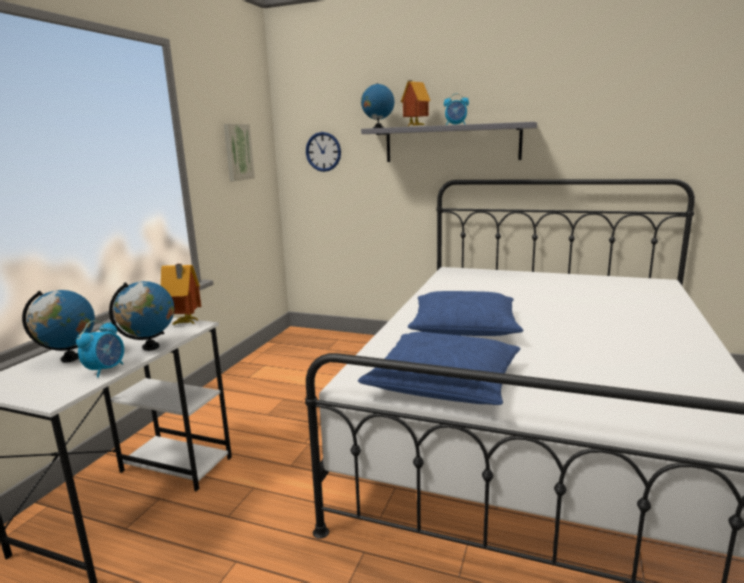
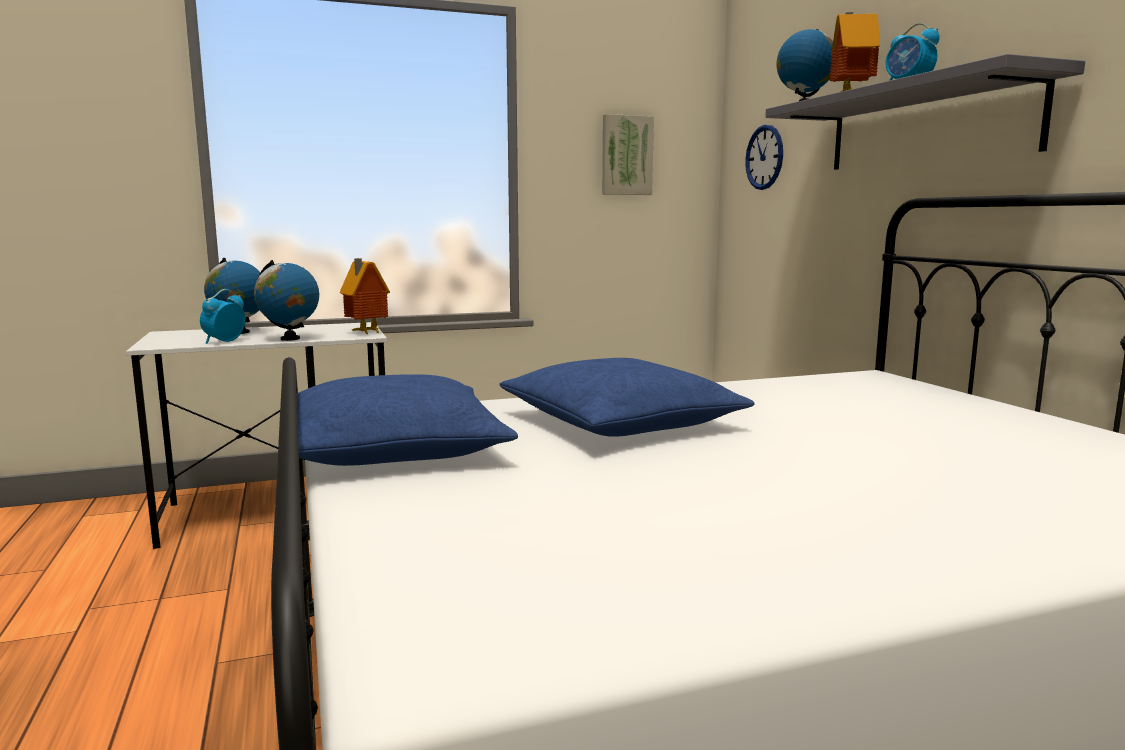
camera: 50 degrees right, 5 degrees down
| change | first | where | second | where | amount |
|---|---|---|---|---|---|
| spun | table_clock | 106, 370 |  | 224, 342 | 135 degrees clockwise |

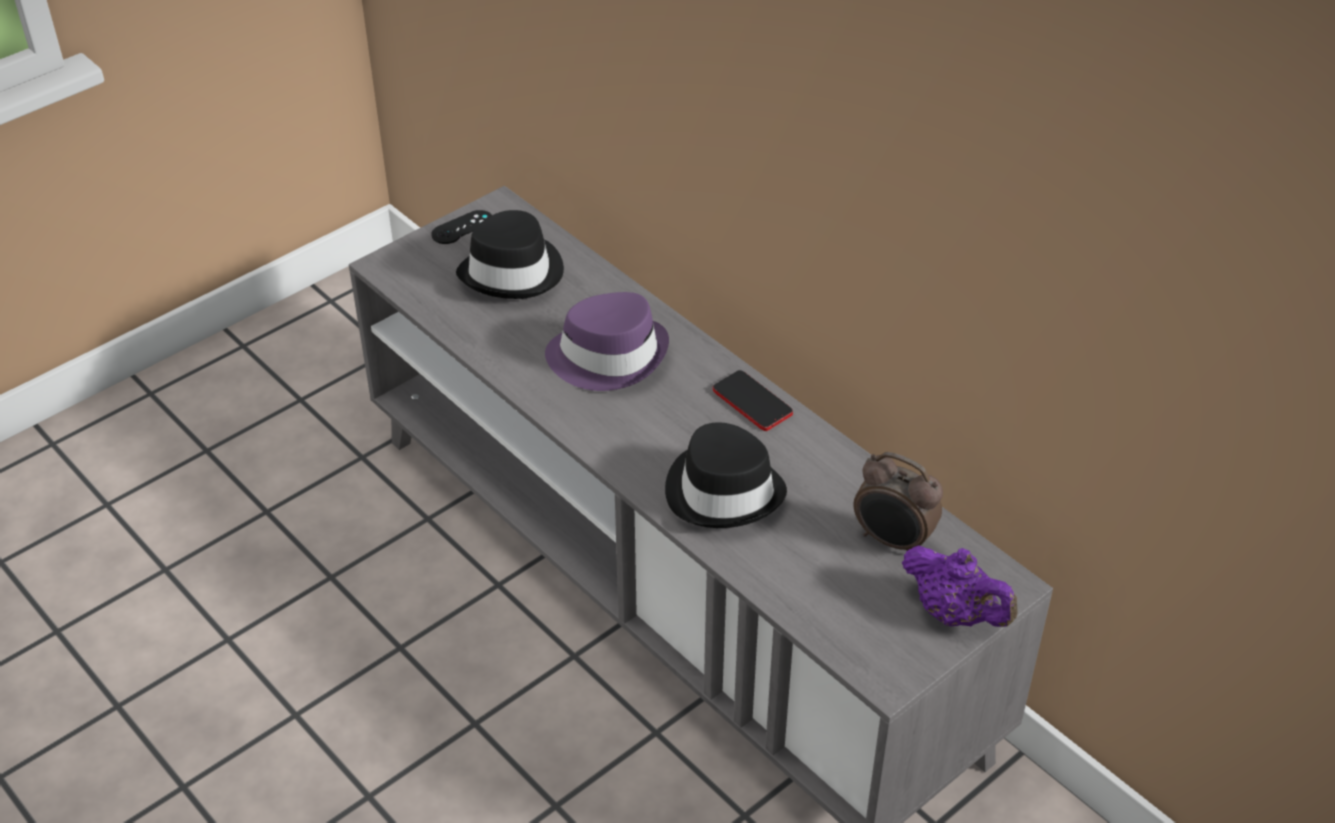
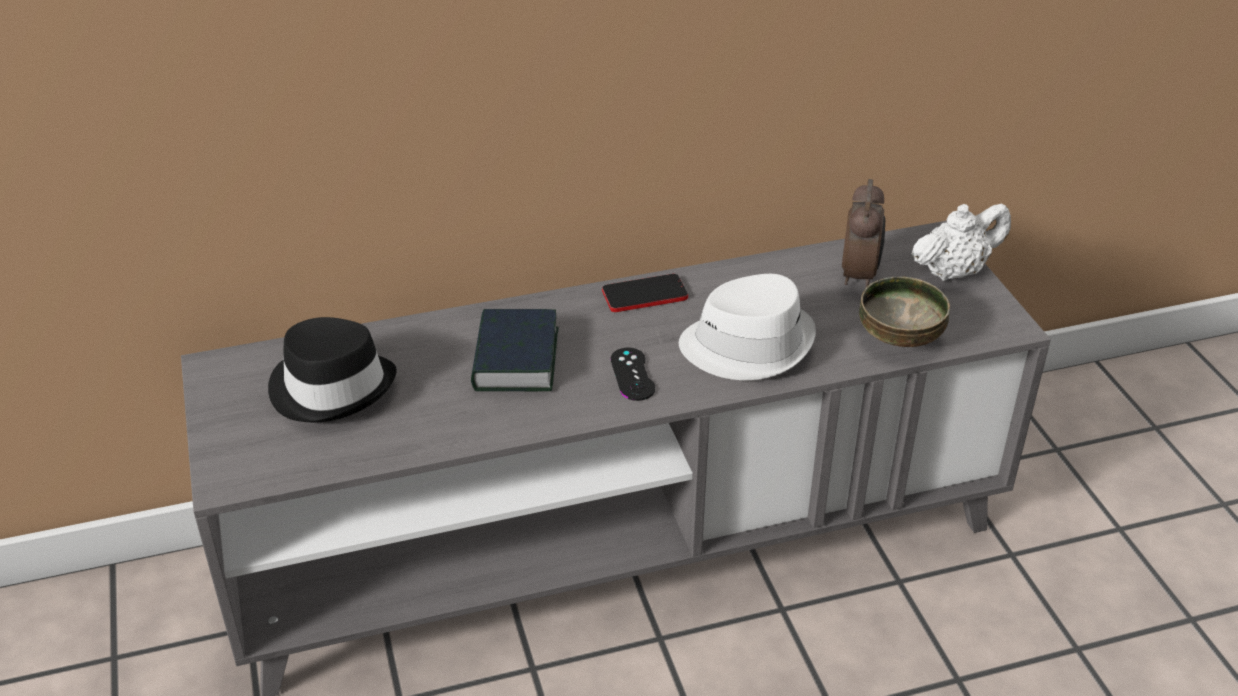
camera: 65 degrees left, 5 degrees down
| change | first | where | second | where | amount |
|---|---|---|---|---|---|
| relocated | black-coloured_joypad | 462, 227 |  | 632, 374 |  |
| exchanged | purple-coloured_wearable_hat | 608, 356 | volume | 515, 360 |  |
| colour | black-coloured_wearable_hat | 724, 491 | white-coloured_wearable_hat | 747, 344 |  |
| spun | table_clock | 892, 541 |  | 859, 275 | 45 degrees counterclockwise |
| colour | purple-coloured_pot_for_tea | 955, 613 | white-coloured_pot_for_tea | 954, 271 |  |
| appeared |  |  | deep_dish | 901, 337 |  |

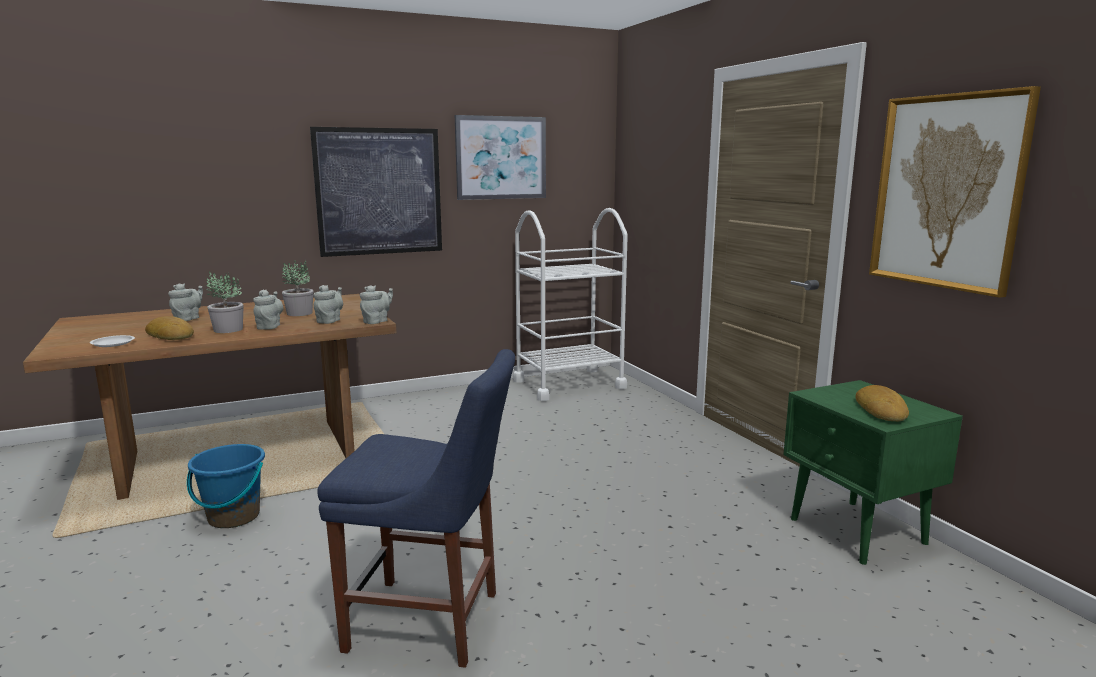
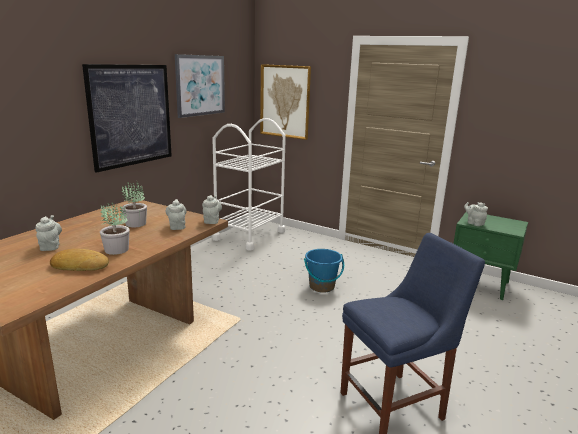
camera: 35 degrees left, 5 degrees up
| change | first | where | second | where | amount |
|---|---|---|---|---|---|
| missing | white-coloured_plate | 112, 343 |  |  |  |
| relocated | bluish_bucket | 233, 517 |  | 322, 287 |  |
| relocated | greyish_pot_for_tea | 269, 326 |  | 474, 223 |  |
| missing | bread | 882, 410 |  |  |  |
| relocated | picture | 947, 192 |  | 285, 101 |  |

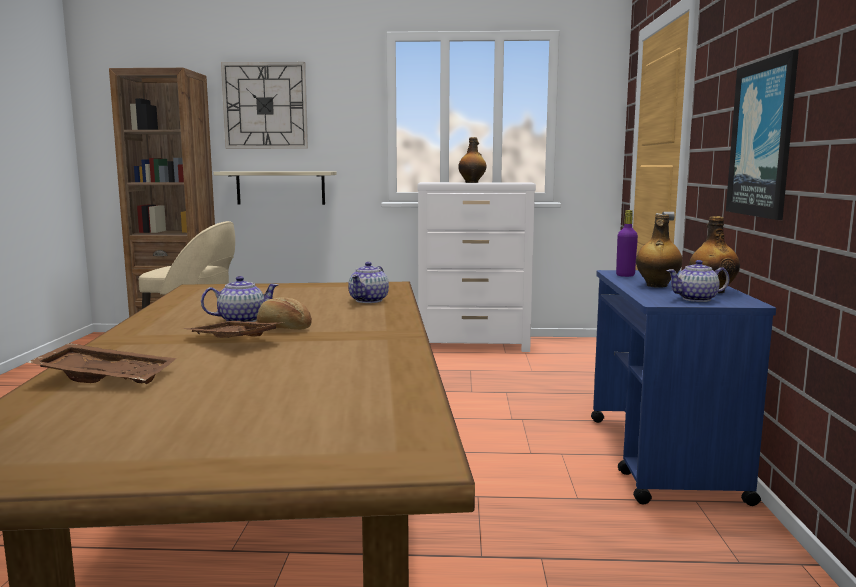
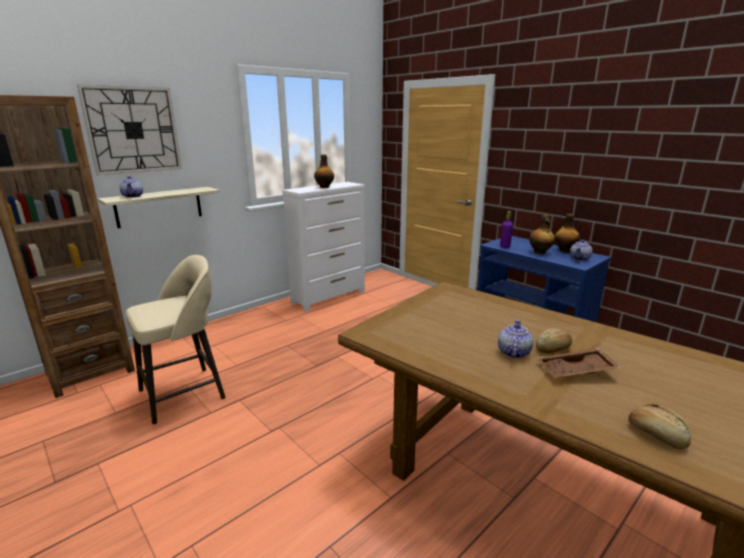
camera: 45 degrees left, 10 degrees up
| change | first | where | second | where | amount |
|---|---|---|---|---|---|
| exchanged | brownish_serving_tray | 107, 377 | bread | 656, 434 |  |
| relocated | pot_for_tea | 369, 300 |  | 133, 196 |  |
| missing | picture | 762, 139 |  |  |  |

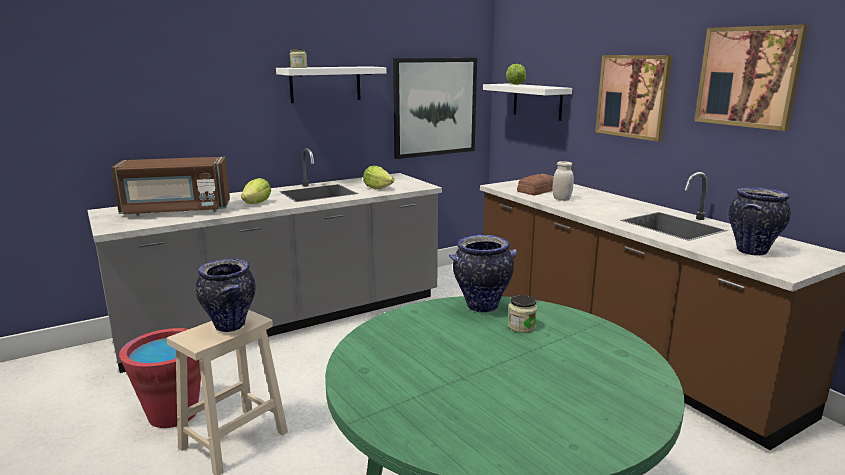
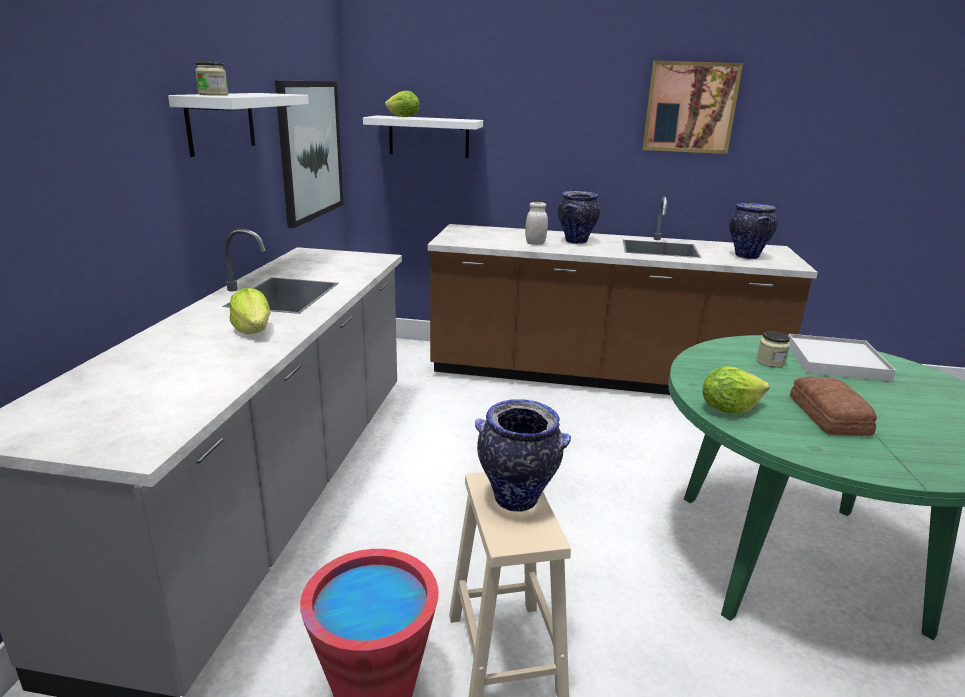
camera: 50 degrees left, 5 degrees up
| change | first | where | second | where | amount |
|---|---|---|---|---|---|
| missing | brownish_kitchen_microwave | 176, 211 |  |  |  |
| relocated | lettuce_head | 377, 188 |  | 728, 409 |  |
| relocated | decorative_vase | 481, 307 |  | 576, 241 |  |
| relocated | bread | 537, 190 |  | 827, 416 |  |
| missing | picture | 633, 96 |  |  |  |
| appeared |  |  | white-coloured_serving_tray | 836, 362 |  |

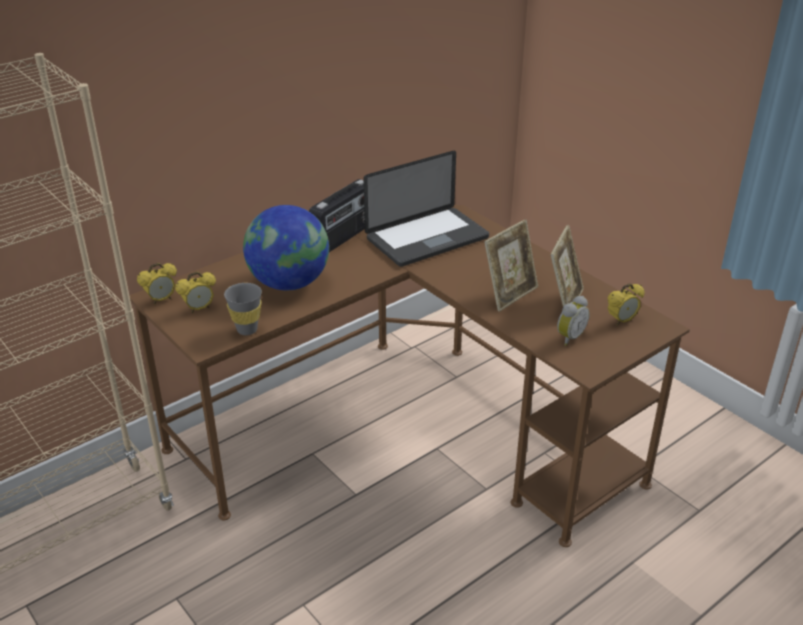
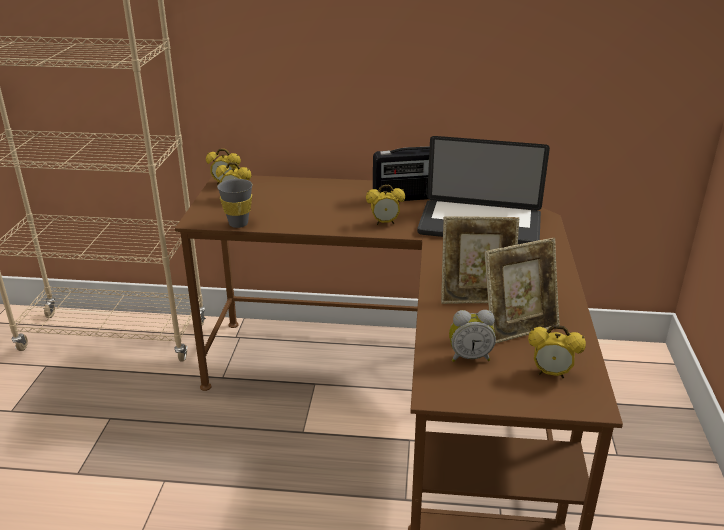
camera: 45 degrees right, 5 degrees down
| change | first | where | second | where | amount |
|---|---|---|---|---|---|
| missing | world_globe | 289, 283 |  |  |  |
| appeared |  |  | table_clock | 385, 223 |  |

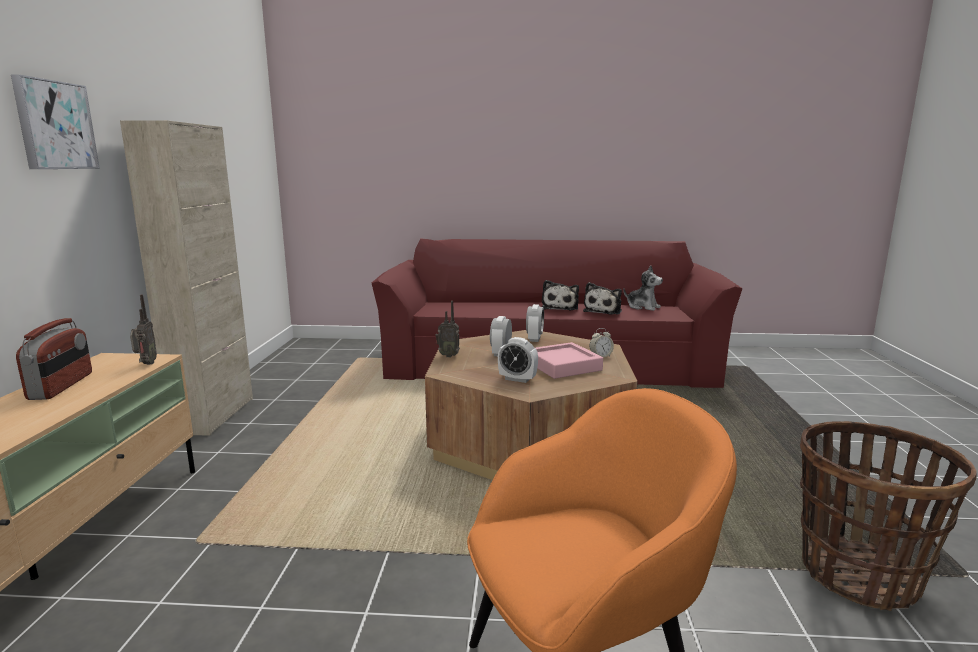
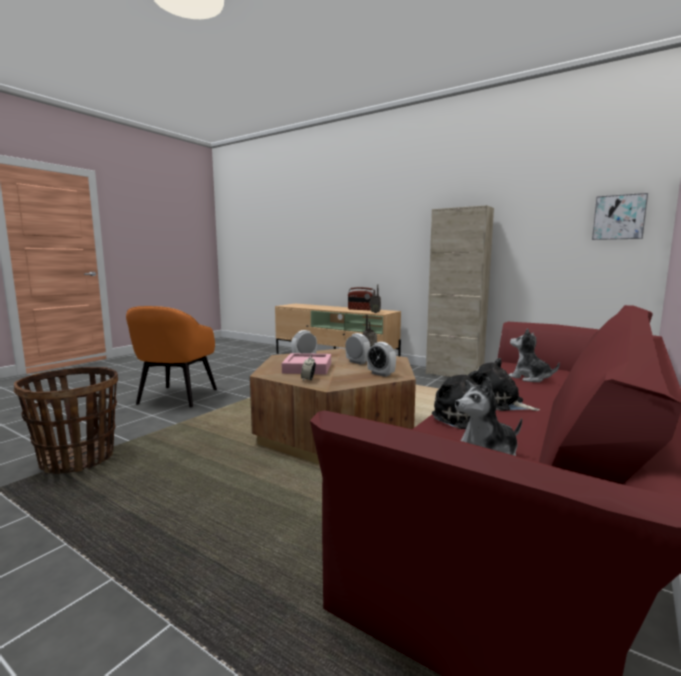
camera: 120 degrees right, 5 degrees down
| change | first | where | second | where | amount |
|---|---|---|---|---|---|
| relocated | picture | 54, 125 |  | 619, 217 |  |
| appeared |  |  | soft_toy | 529, 378 |  |

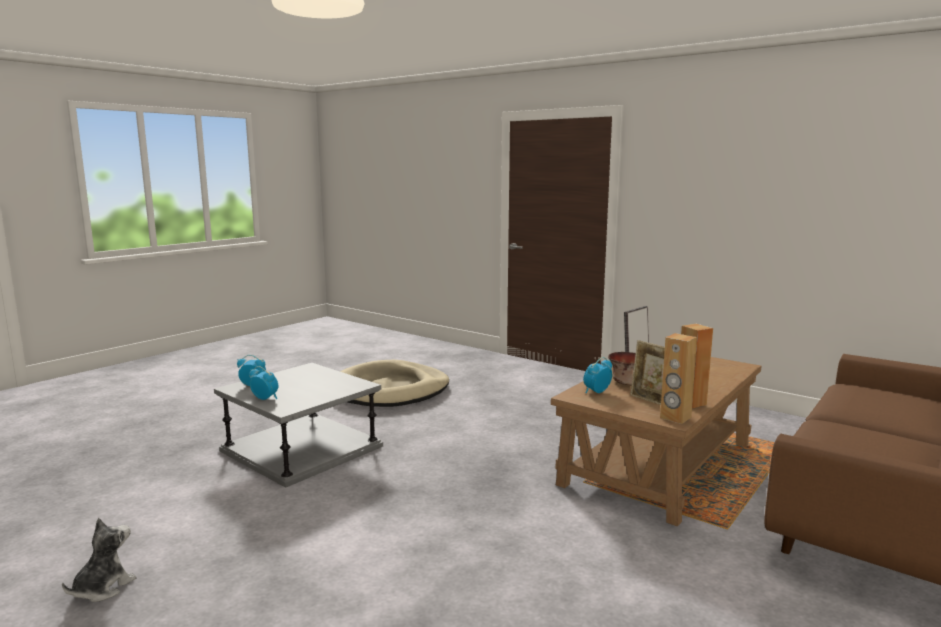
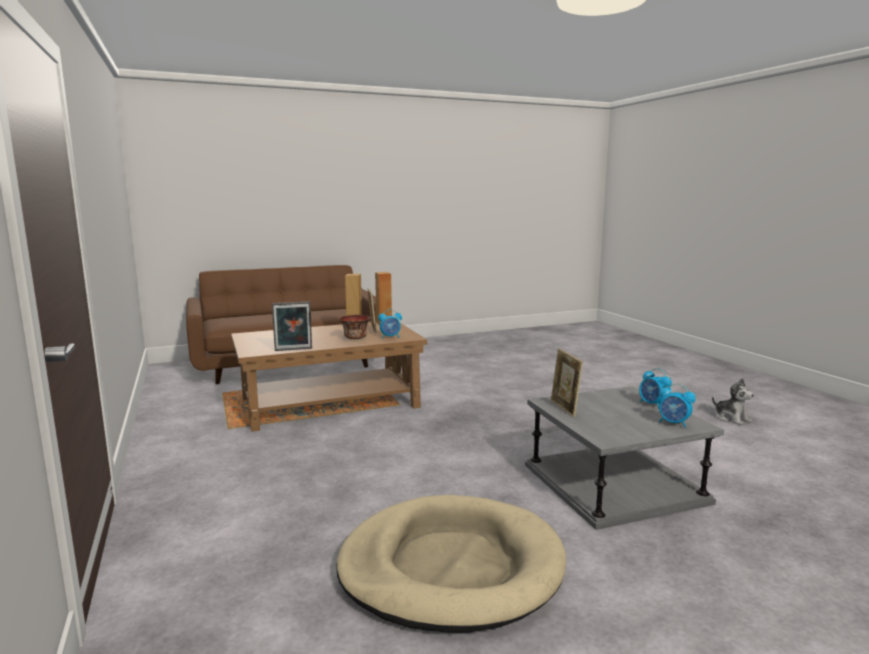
camera: 150 degrees left, 0 degrees up
| change | first | where | second | where | amount |
|---|---|---|---|---|---|
| spun | soft_toy | 103, 588 |  | 731, 418 | 90 degrees counterclockwise |
| appeared |  |  | picture_frame | 564, 408 |  |

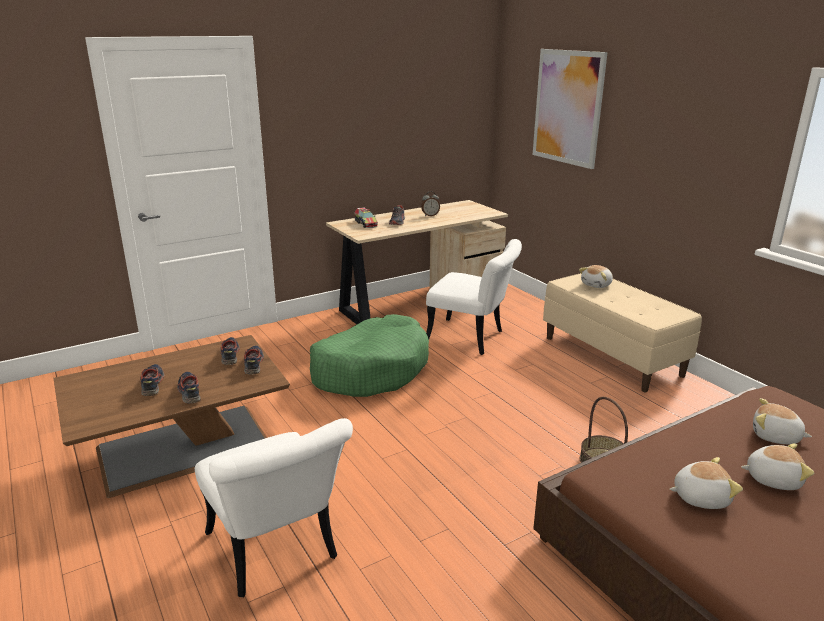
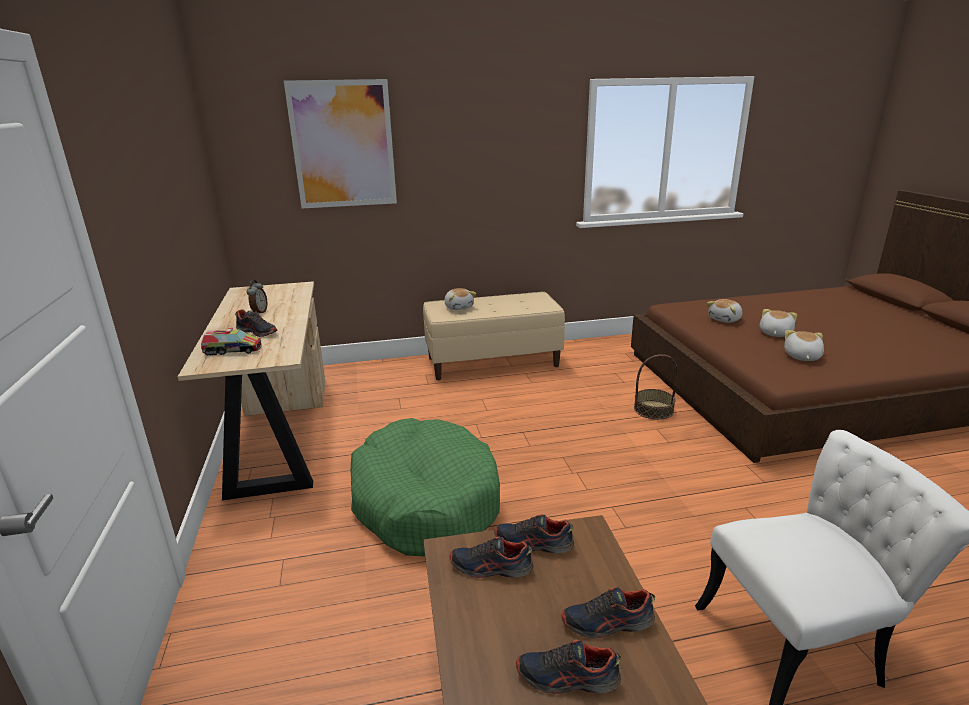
camera: 70 degrees left, 0 degrees up
| change | first | where | second | where | amount |
|---|---|---|---|---|---|
| missing | white-coloured_upright_chair | 472, 338 |  |  |  |

